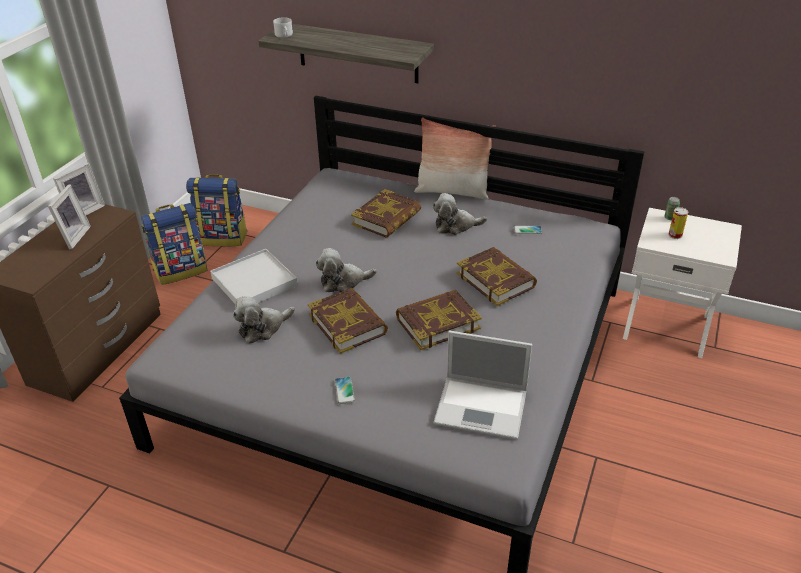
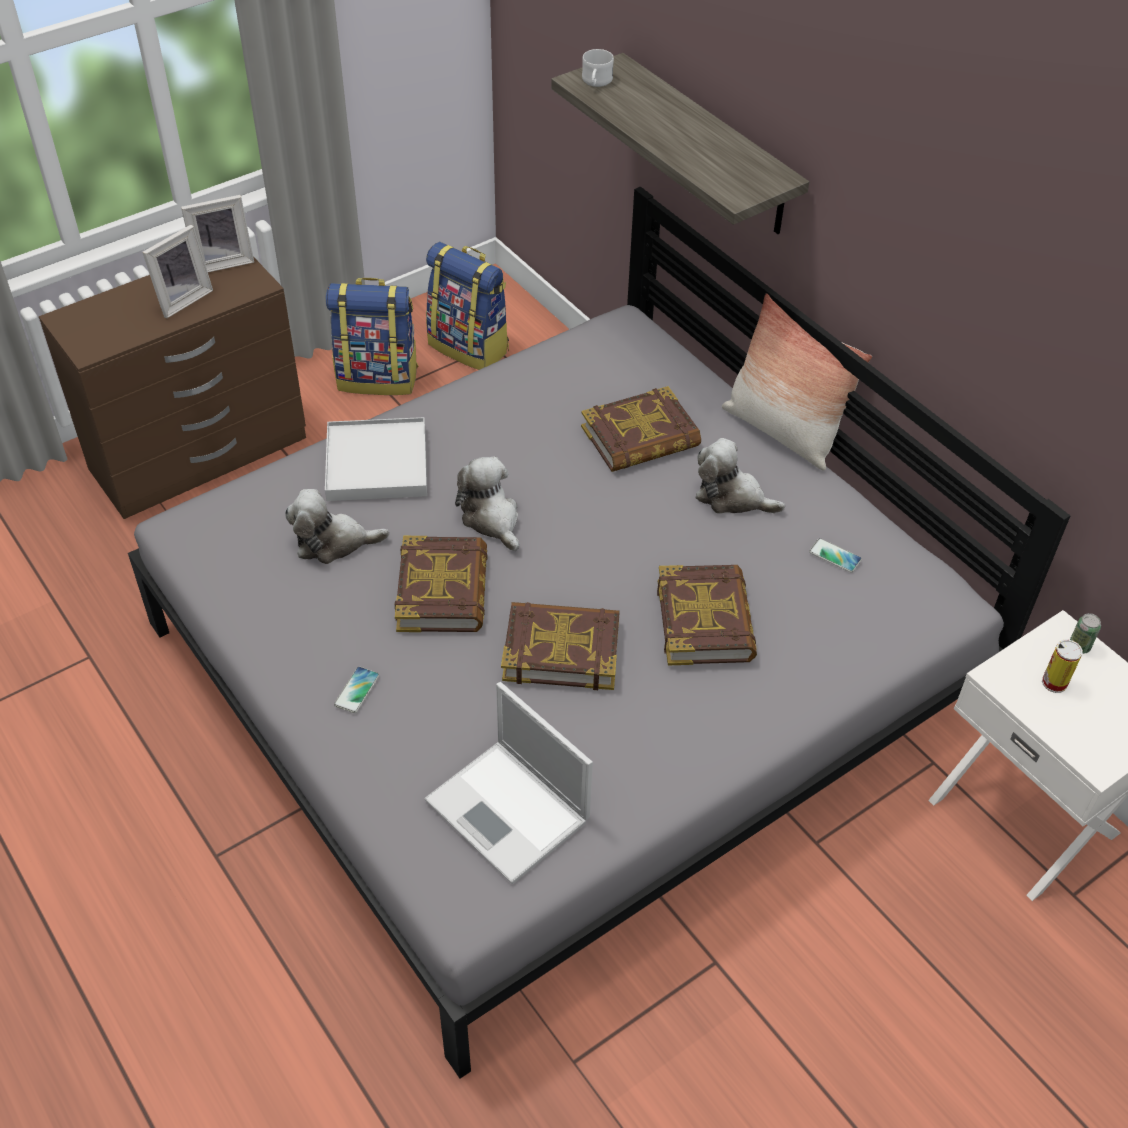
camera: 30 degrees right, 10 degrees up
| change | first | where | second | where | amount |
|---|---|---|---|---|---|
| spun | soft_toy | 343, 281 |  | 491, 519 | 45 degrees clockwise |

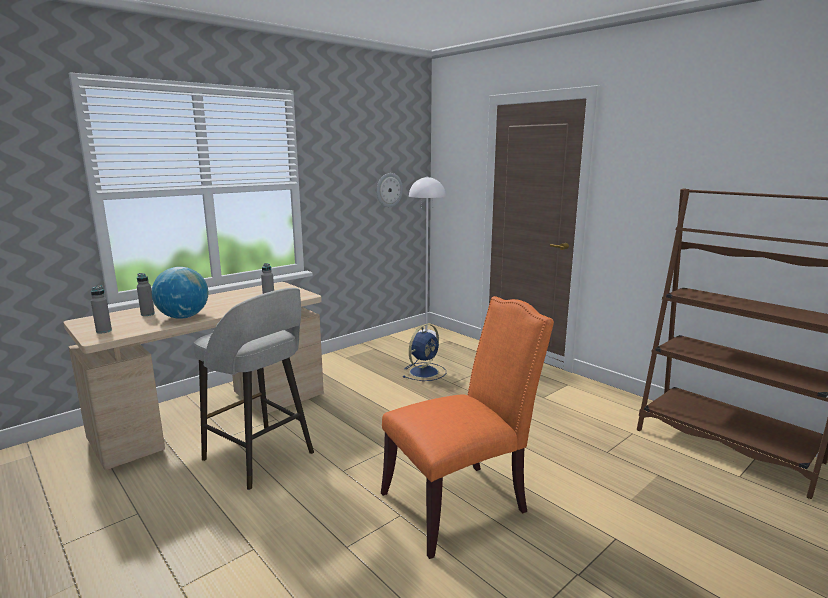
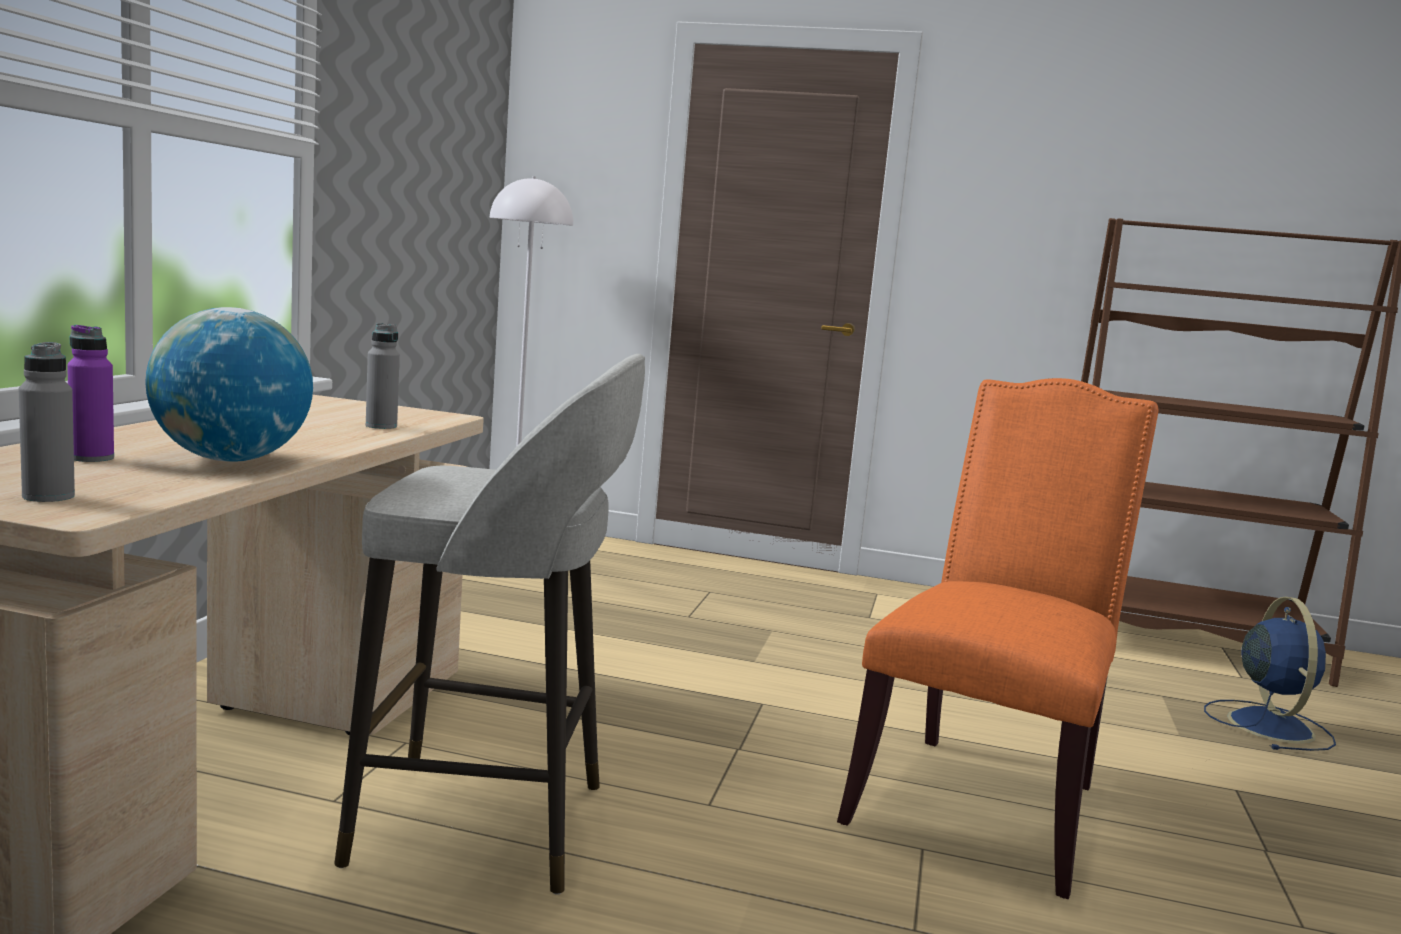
camera: 35 degrees left, 5 degrees down
| change | first | where | second | where | amount |
|---|---|---|---|---|---|
| colour | greyish_beverage_bottle | 147, 314 | purple-coloured_beverage_bottle | 92, 458 |  |
| missing | wall_clock | 389, 190 |  |  |  |
| relocated | bluish_fan | 424, 371 |  | 1268, 725 |  |

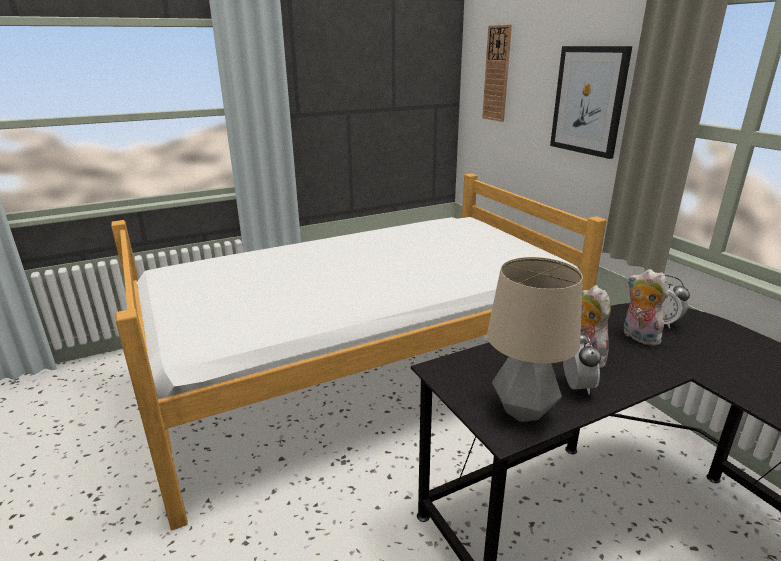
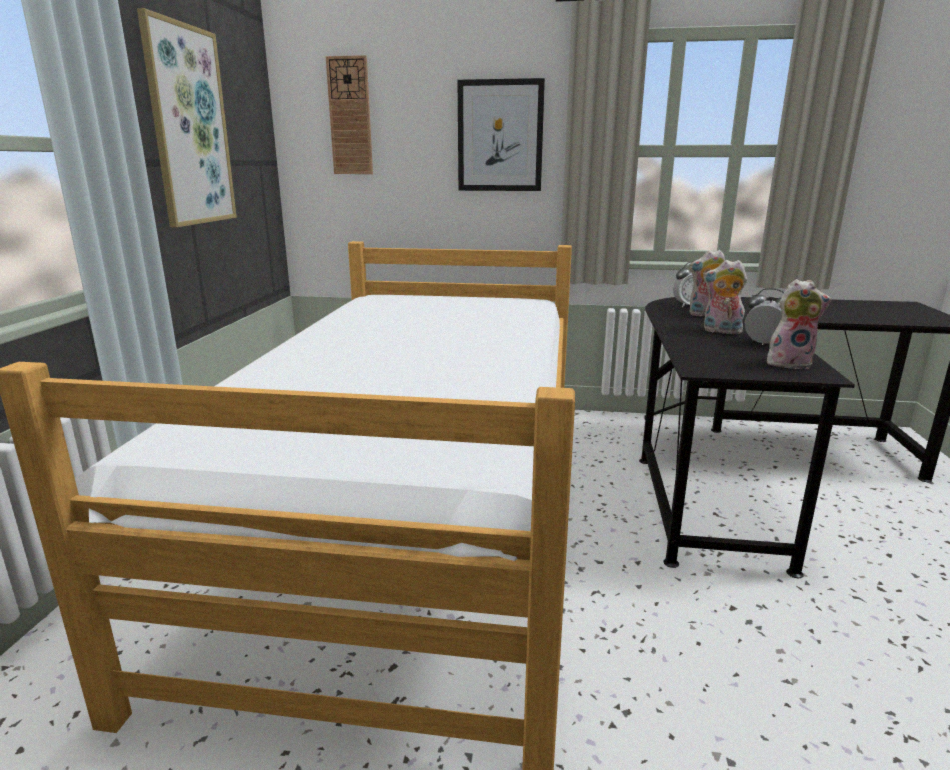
camera: 55 degrees left, 5 degrees down
| change | first | where | second | where | amount |
|---|---|---|---|---|---|
| exchanged | lamp_for_a_table | 522, 411 | soft_toy | 789, 363 |  |
| appeared |  |  | picture | 189, 127 |  |

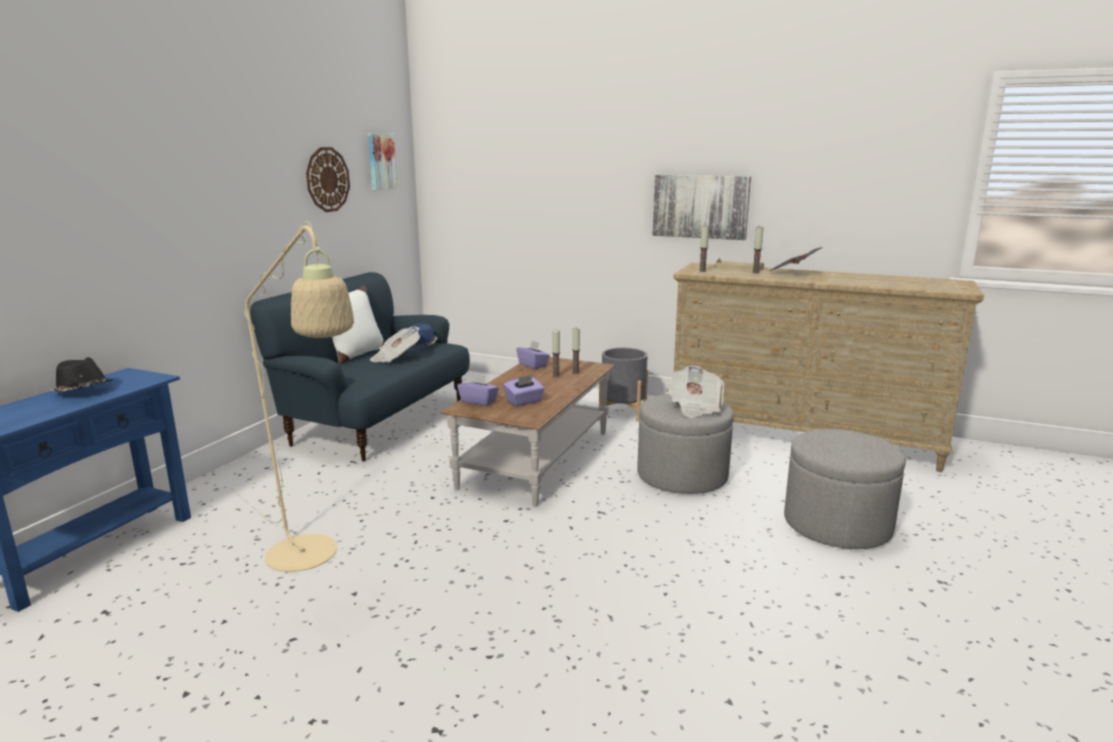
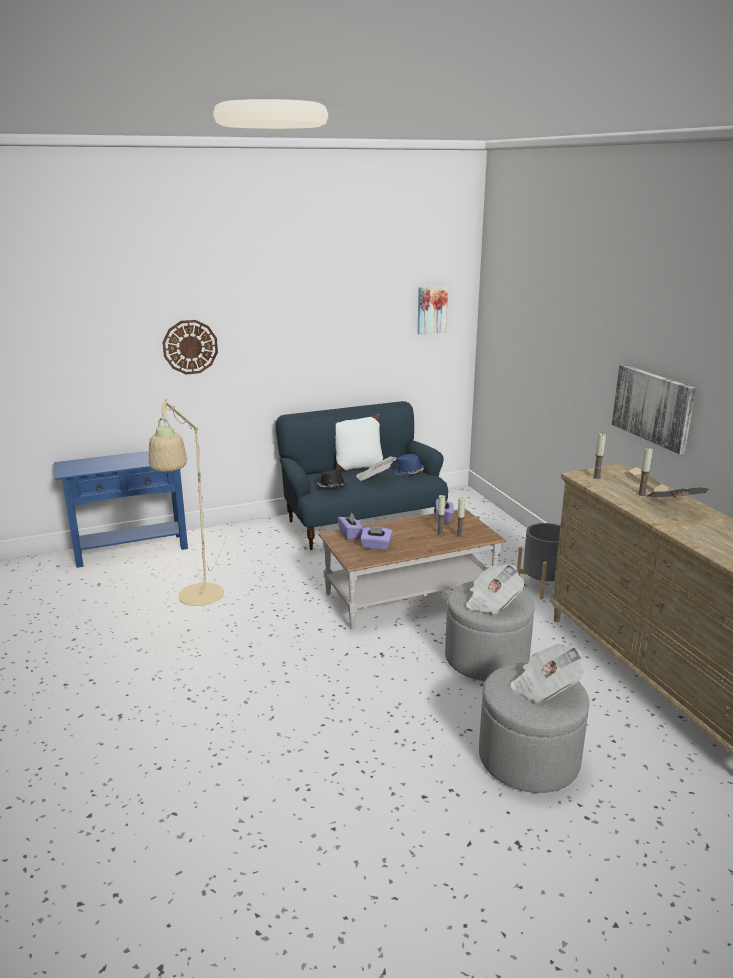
camera: 45 degrees right, 5 degrees up
| change | first | where | second | where | amount |
|---|---|---|---|---|---|
| relocated | black-coloured_wearable_hat | 82, 391 |  | 332, 487 |  |
| relocated | wall_clock | 327, 179 |  | 190, 347 |  |
| appeared |  |  | newspaper | 545, 687 |  |

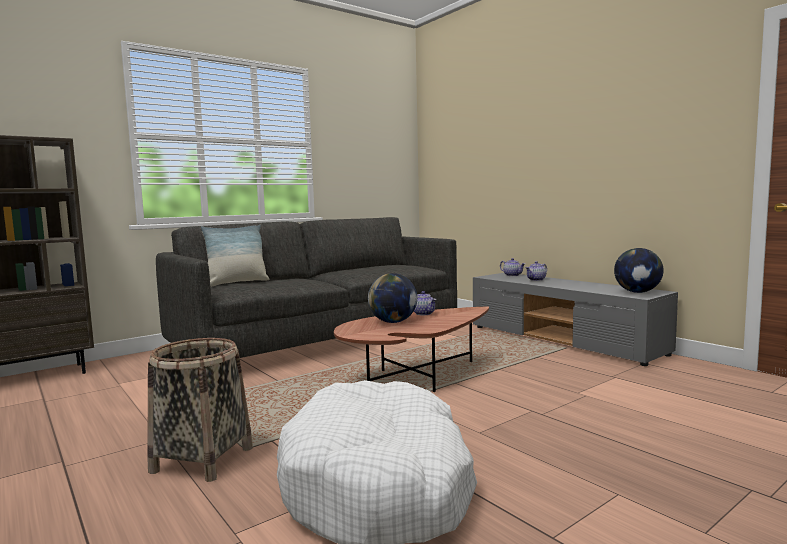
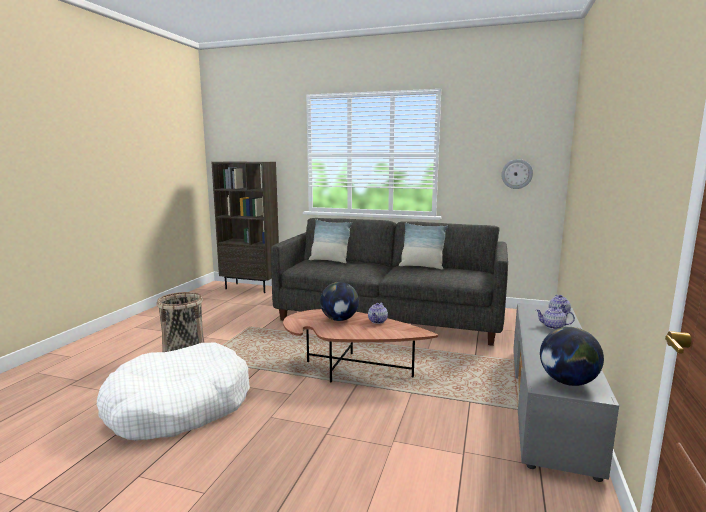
camera: 55 degrees right, 5 degrees up
| change | first | where | second | where | amount |
|---|---|---|---|---|---|
| appeared |  |  | cushion | 421, 266 |  |
| appeared |  |  | wall_clock | 516, 174 |  |

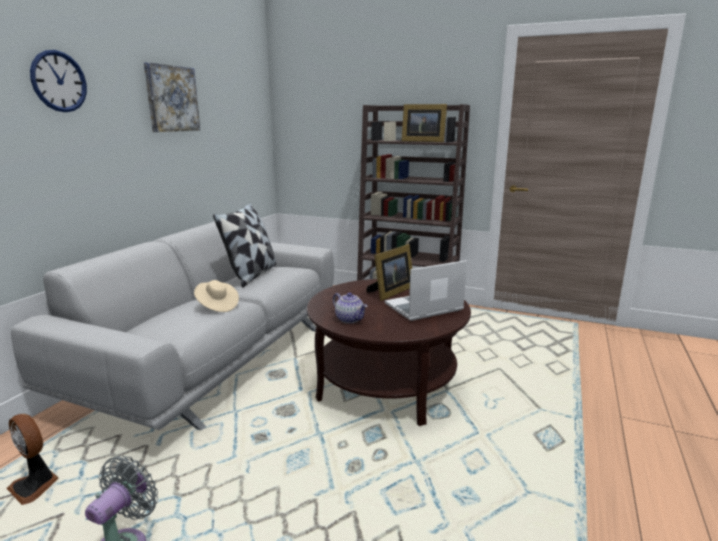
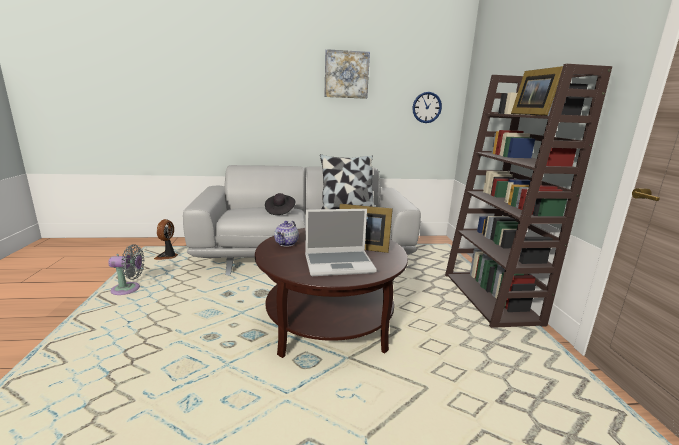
camera: 60 degrees right, 0 degrees up
| change | first | where | second | where | amount |
|---|---|---|---|---|---|
| relocated | wall_clock | 59, 81 |  | 427, 107 |  |
| colour | beige-coloured_wearable_hat | 217, 306 | black-coloured_wearable_hat | 280, 211 |  |
| spun | notebook_computer | 423, 308 |  | 339, 264 | 135 degrees clockwise |

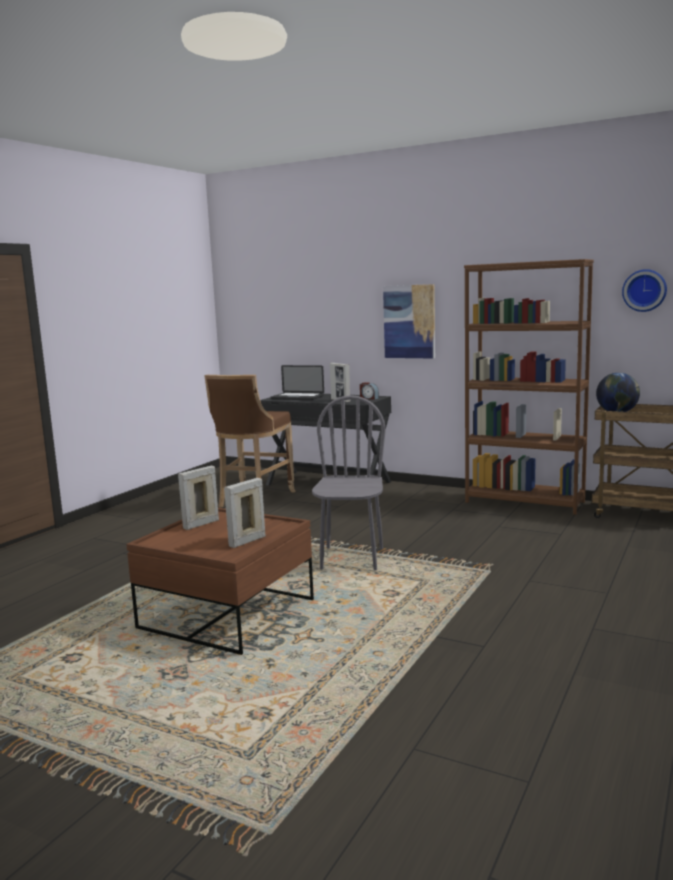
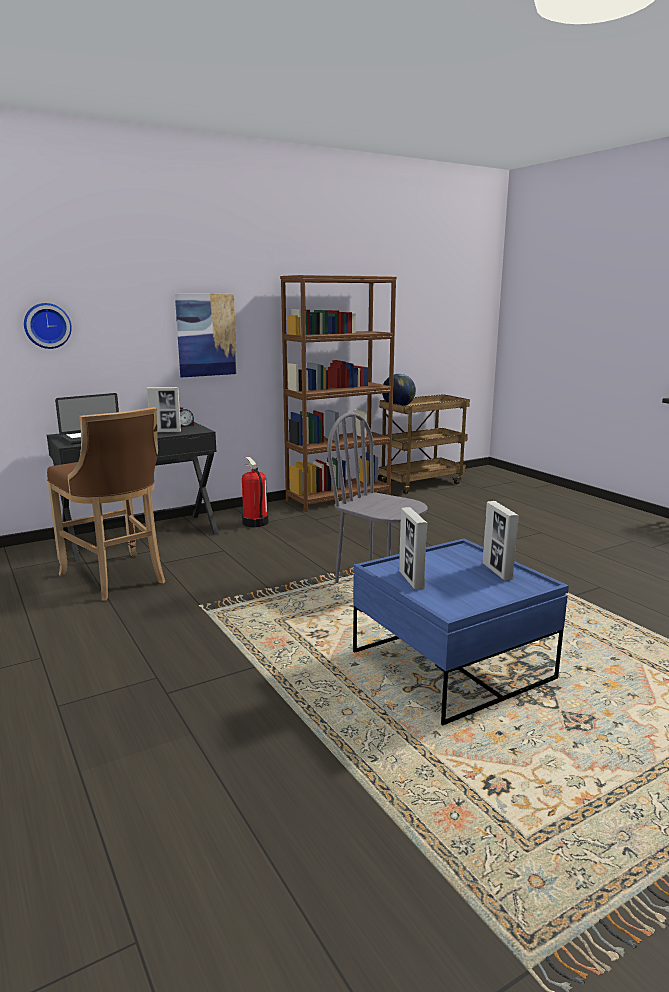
camera: 60 degrees left, 5 degrees up
| change | first | where | second | where | amount |
|---|---|---|---|---|---|
| colour | brownish_coffee_table | 227, 614 | bluish_coffee_table | 452, 665 |  |
| relocated | wall_clock | 644, 290 |  | 47, 325 |  |
| appeared |  |  | extinguisher | 255, 522 |  |

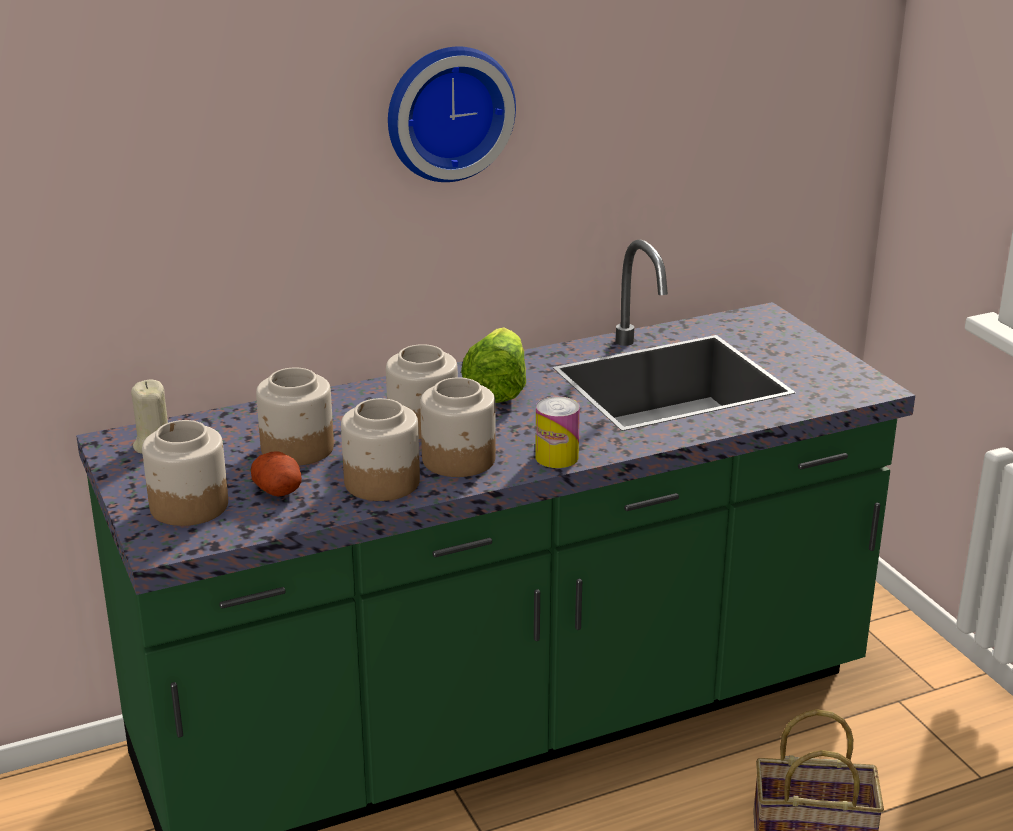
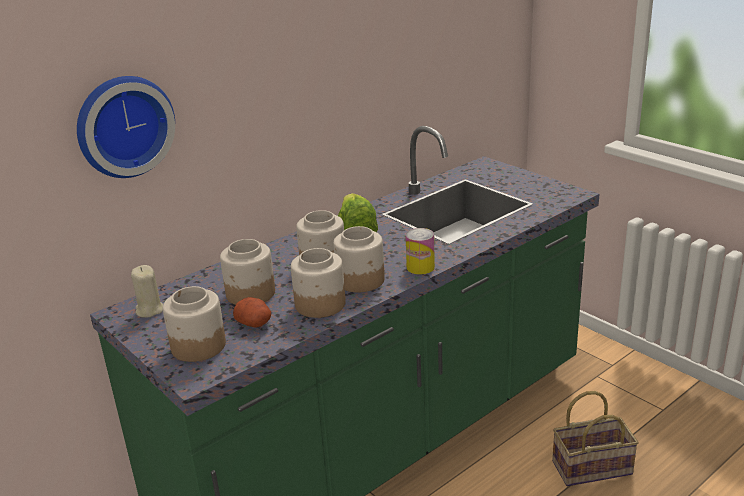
camera: 15 degrees left, 0 degrees up
| change | first | where | second | where | amount |
|---|---|---|---|---|---|
| relocated | wall_clock | 447, 112 |  | 123, 125 |  |

